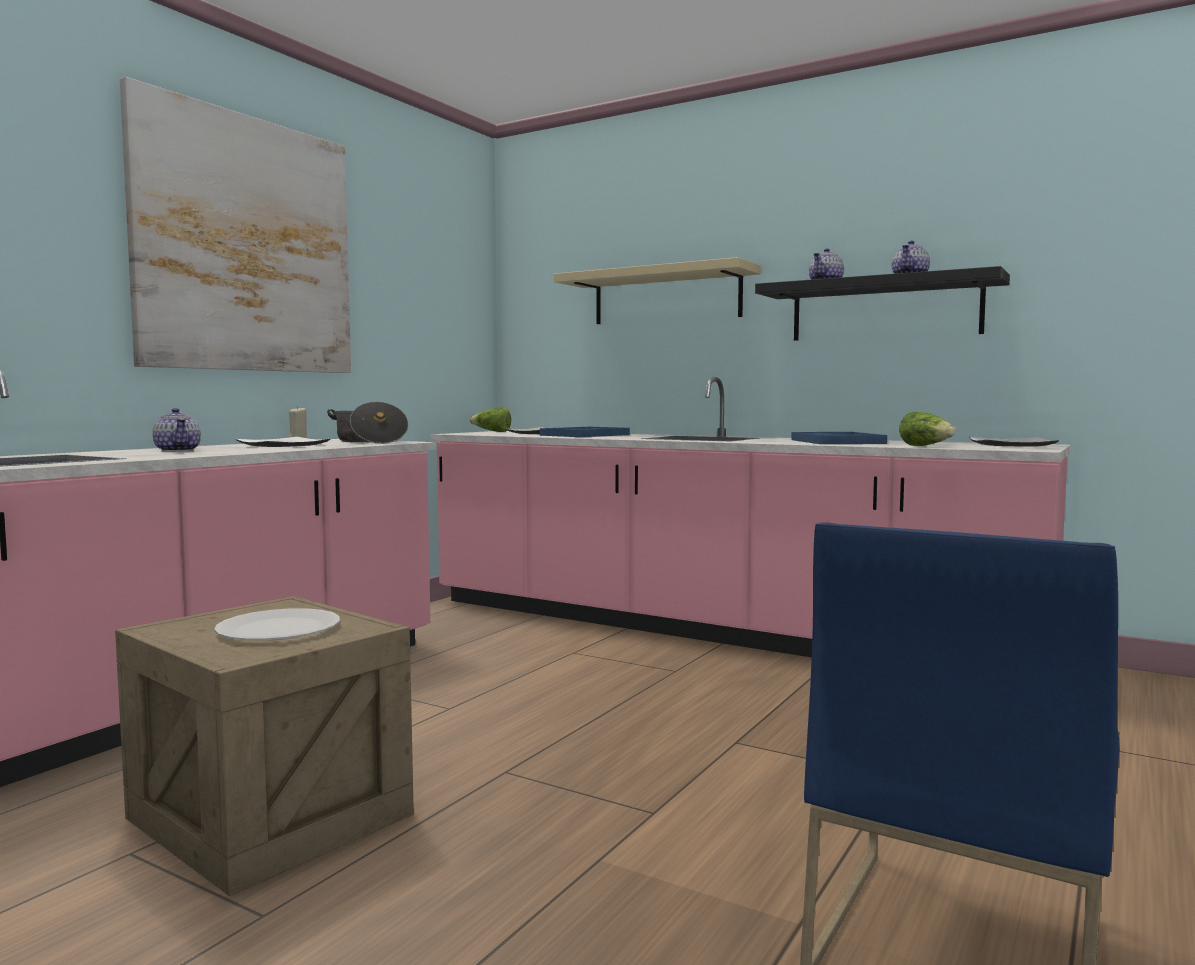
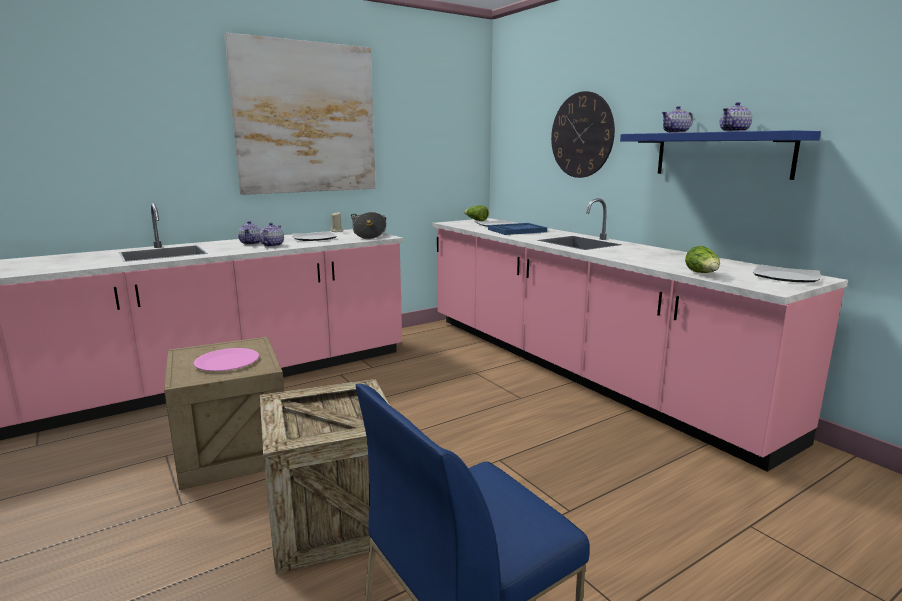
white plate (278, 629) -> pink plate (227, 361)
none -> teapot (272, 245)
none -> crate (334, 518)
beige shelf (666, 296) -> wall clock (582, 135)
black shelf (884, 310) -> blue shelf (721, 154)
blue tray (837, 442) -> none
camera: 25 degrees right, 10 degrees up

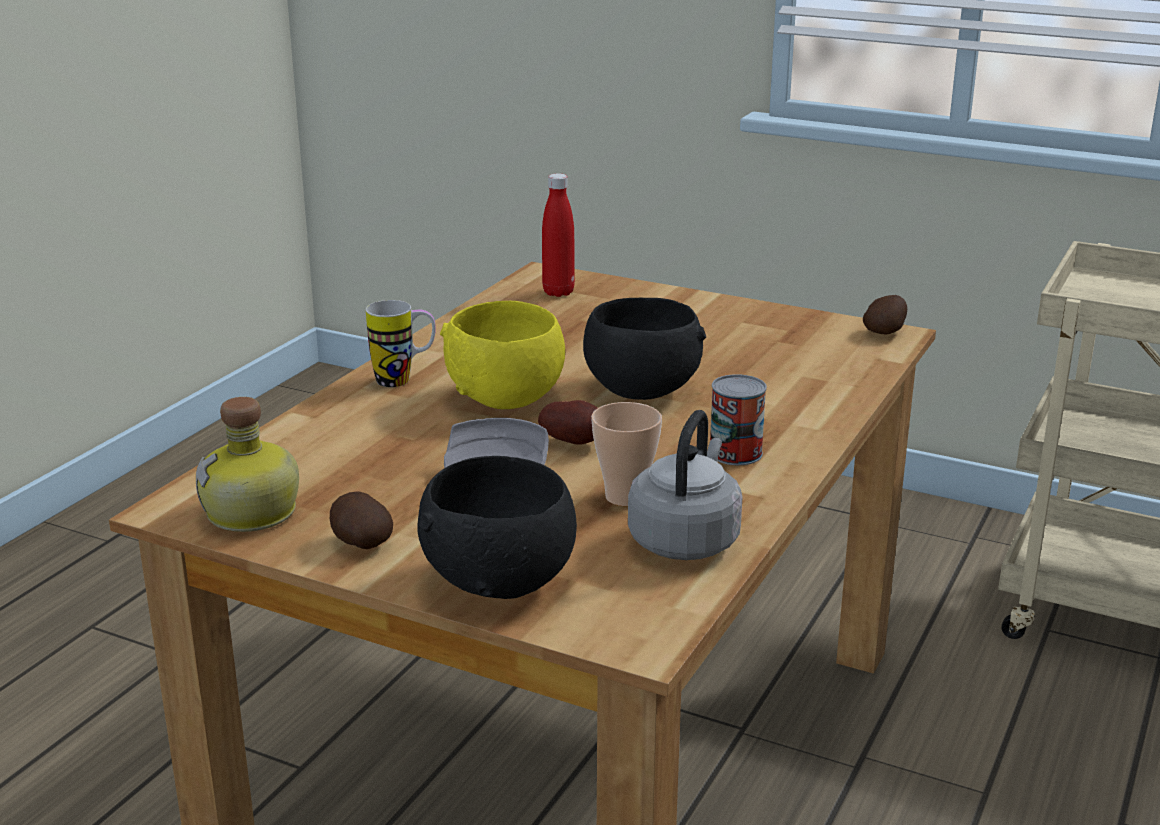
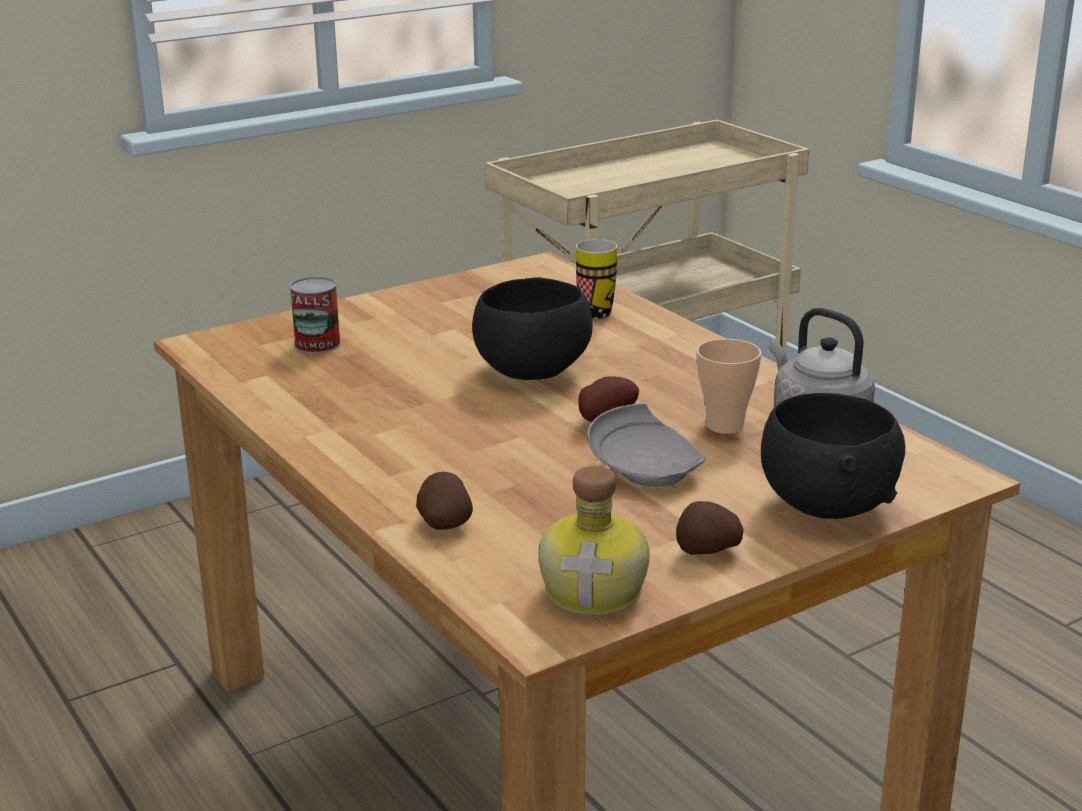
can (735, 453) -> can (317, 344), move
potato (885, 332) -> potato (443, 522), move
mug (404, 380) -> mug (599, 310), move
yellow bowl (507, 398) -> none
red bottle (558, 292) -> none
camera: 60 degrees left, 0 degrees up

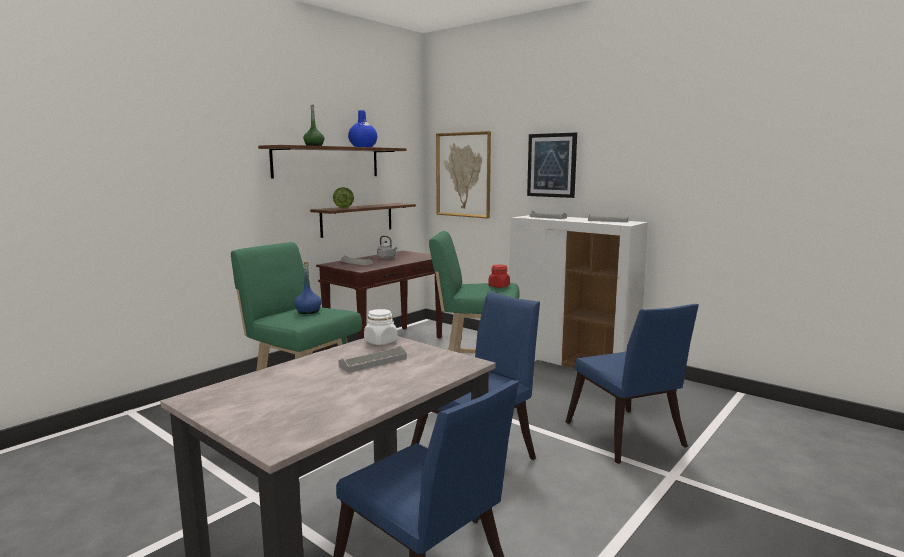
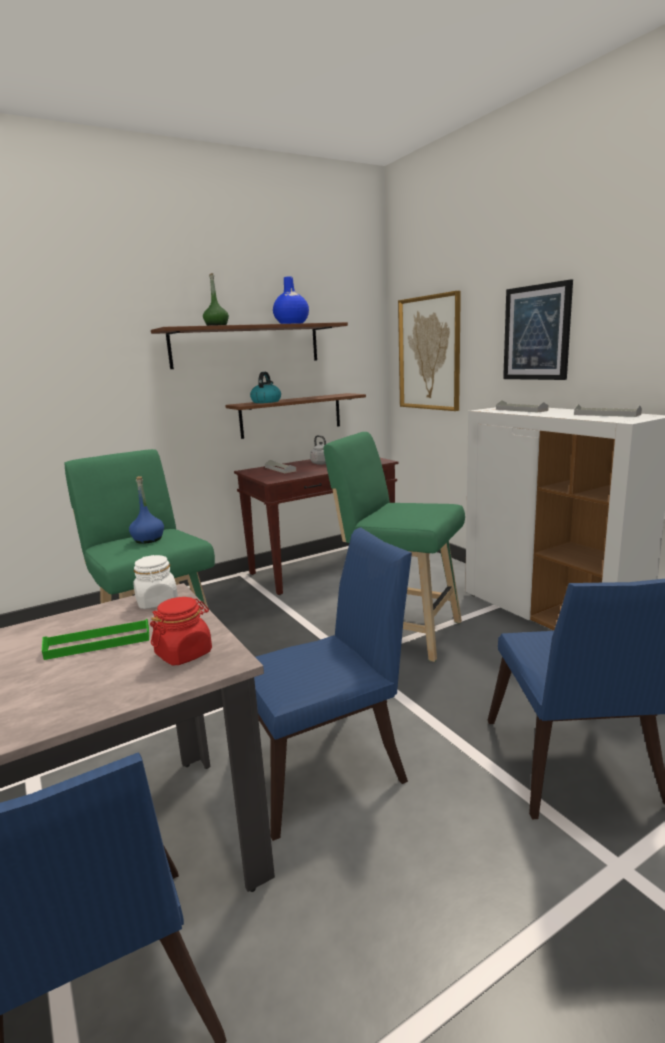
grey tray (373, 362) -> green tray (98, 643)
red jar (499, 286) -> red jar (184, 653), move
lettuce (343, 207) -> kettle (266, 402)
camera: 20 degrees right, 5 degrees up

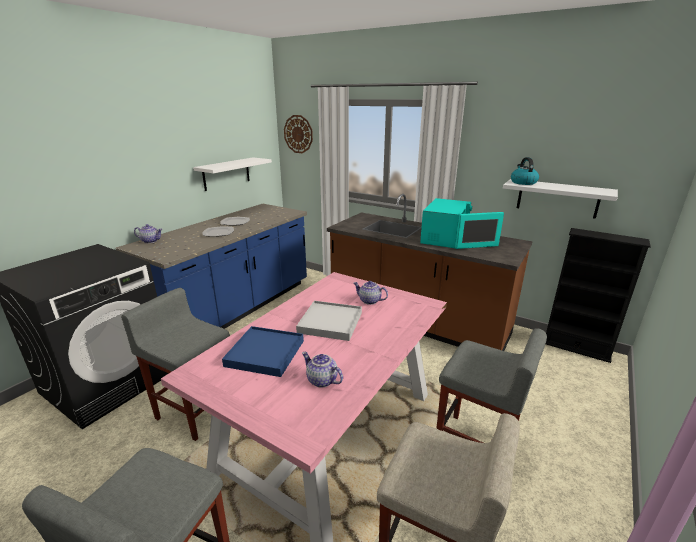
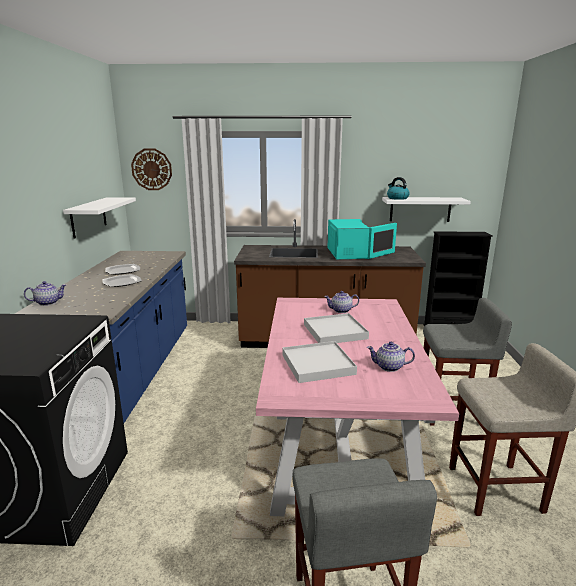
blue tray (265, 353) -> white tray (318, 364)
grey stool (196, 410) -> none
camera: 30 degrees left, 5 degrees down

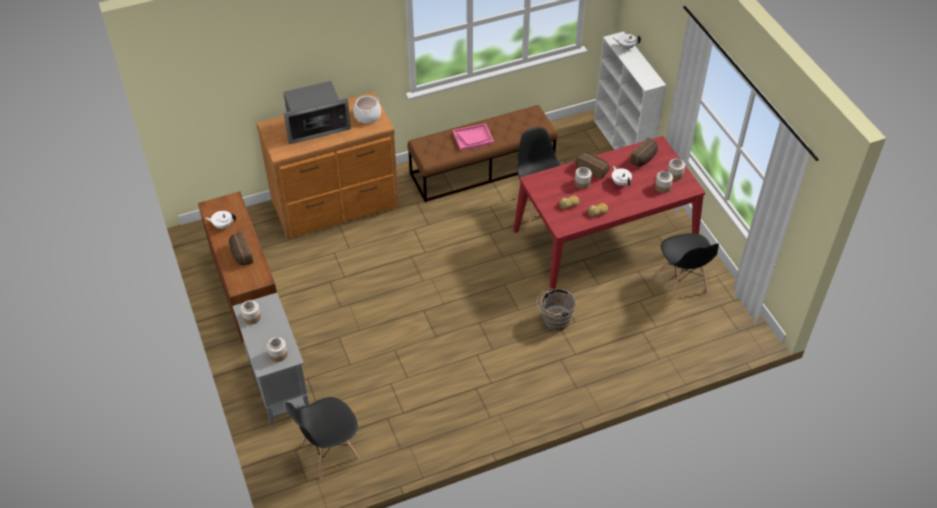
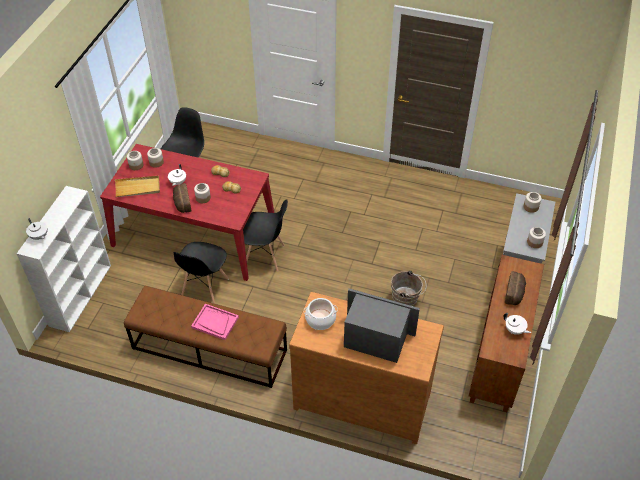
bread (644, 158) -> beige tray (137, 188)
black chair (329, 452) -> black chair (265, 256), move
brown bucket (554, 320) -> brown bucket (406, 300), move
camera: 140 degrees left, 0 degrees up

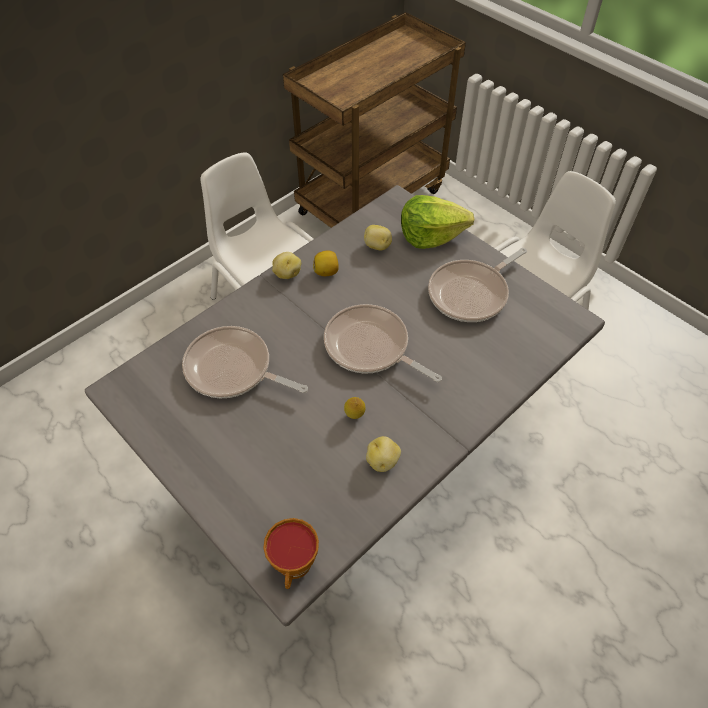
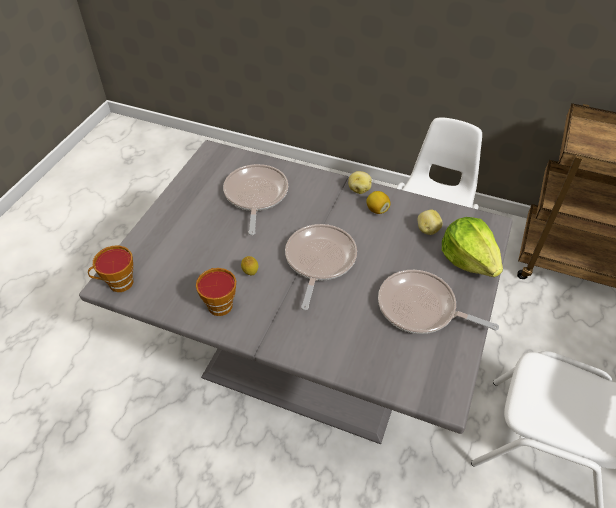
potato (383, 461) -> cup (219, 303)
camera: 65 degrees right, 5 degrees down

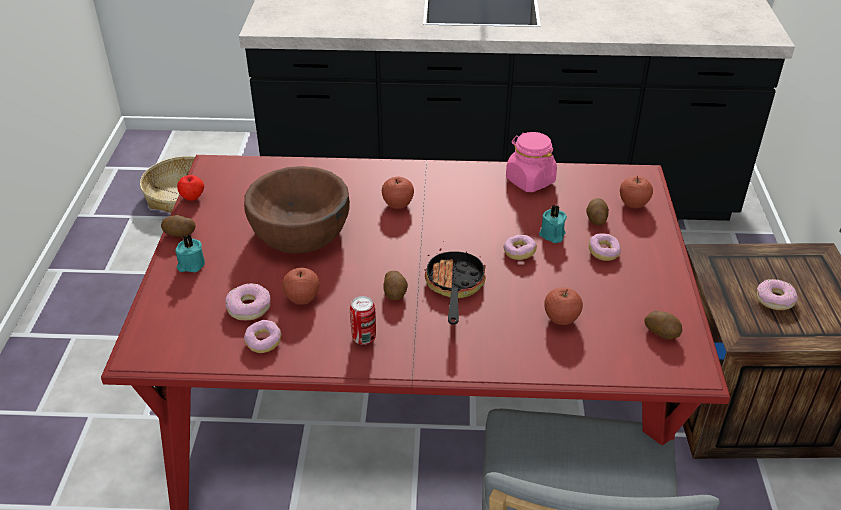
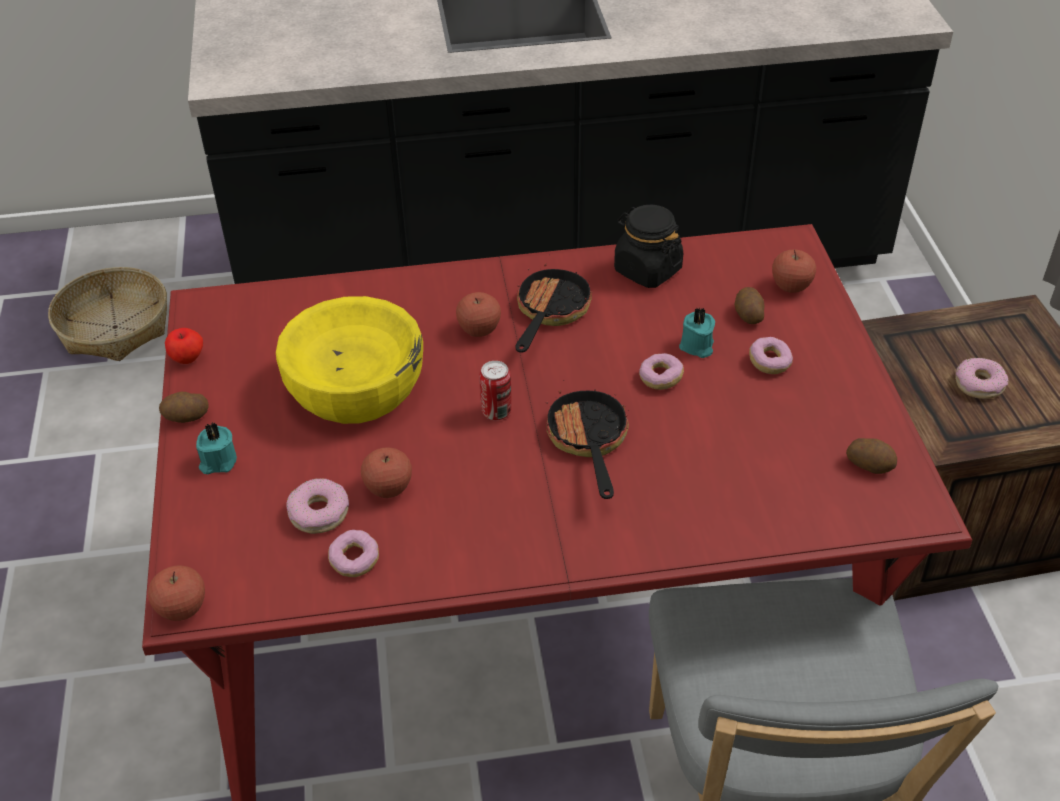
apple (561, 319) -> apple (182, 609), move
brown bowl (300, 230) -> yellow bowl (356, 387)
can (364, 338) -> can (496, 412), move
none -> frying pan (549, 313)
pink jar (530, 180) -> black jar (647, 270)
potato (395, 293) -> none
camera: 10 degrees left, 5 degrees up

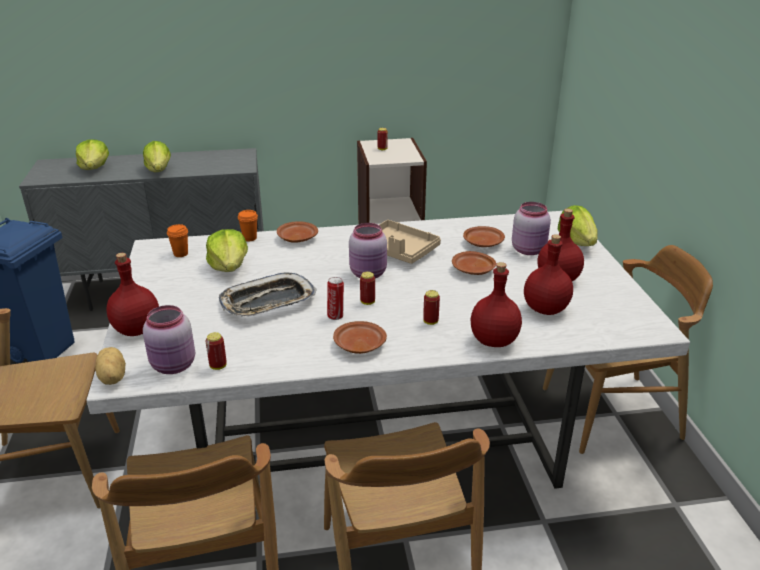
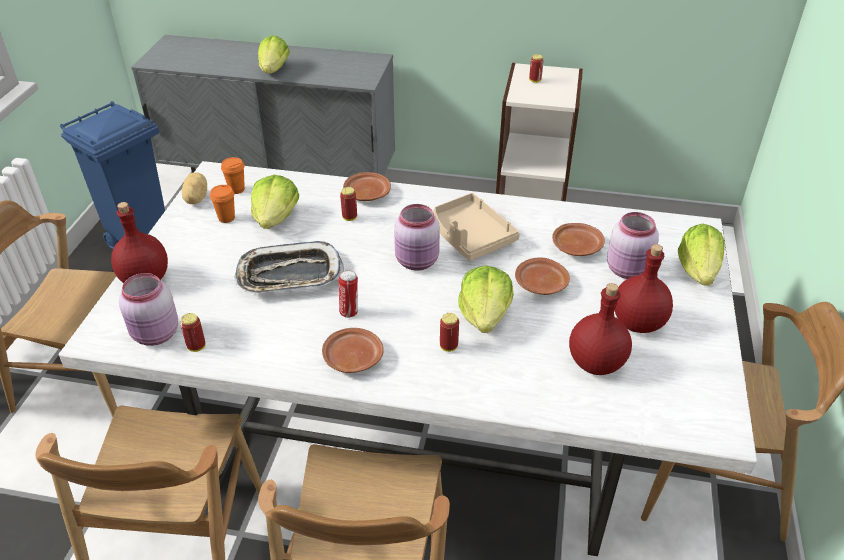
potato (111, 378) -> potato (195, 199), move
orange cup (249, 238) -> orange cup (226, 218), move
can (367, 302) -> can (349, 217), move
lettuce (94, 168) -> lettuce (485, 315), move
red bottle (493, 340) -> none
camera: 20 degrees right, 10 degrees up

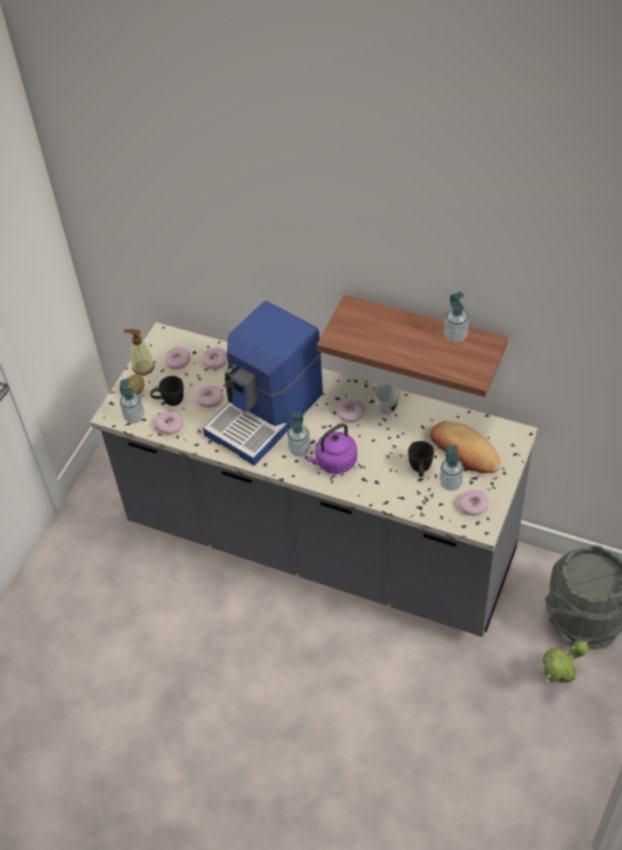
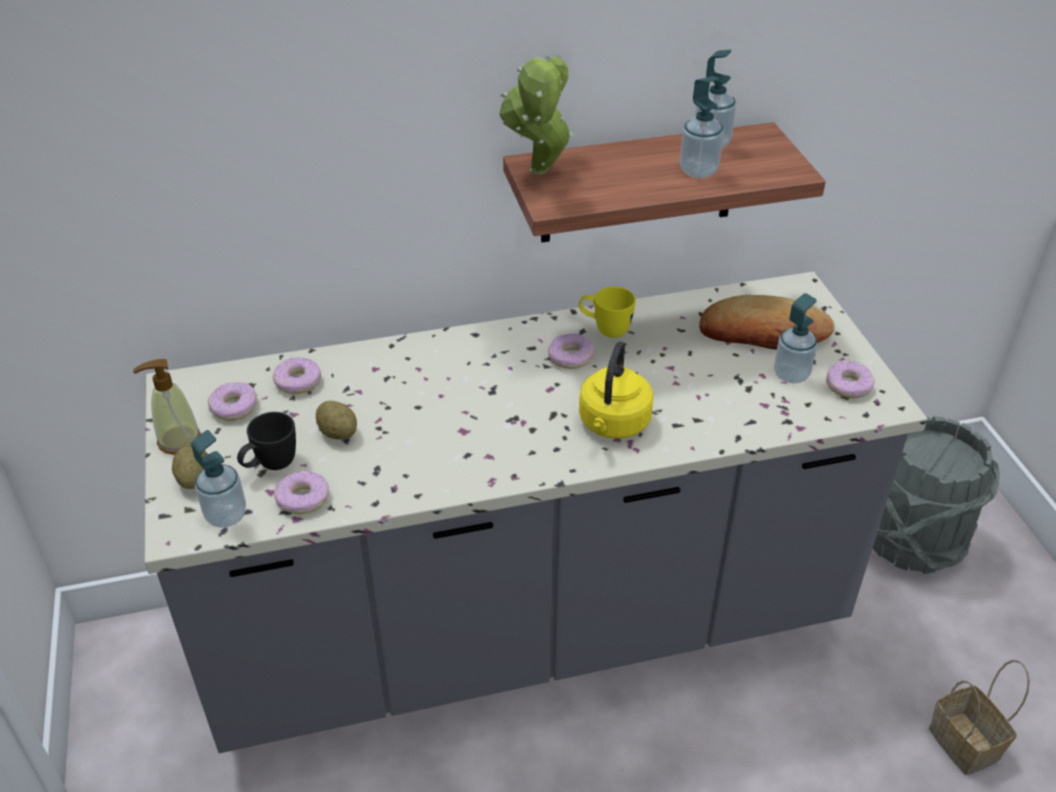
donut (210, 399) -> potato (338, 433)
potted plant (558, 681) -> potted plant (539, 174), move
white mug (383, 406) -> yellow mug (605, 330)
purple kettle (334, 462) -> yellow kettle (613, 424)
soap dispenser (299, 449) -> soap dispenser (698, 171), move
none -> basket (966, 744)
coffee machine (266, 414) -> none
black mug (420, 470) -> none
camera: 40 degrees left, 10 degrees down

